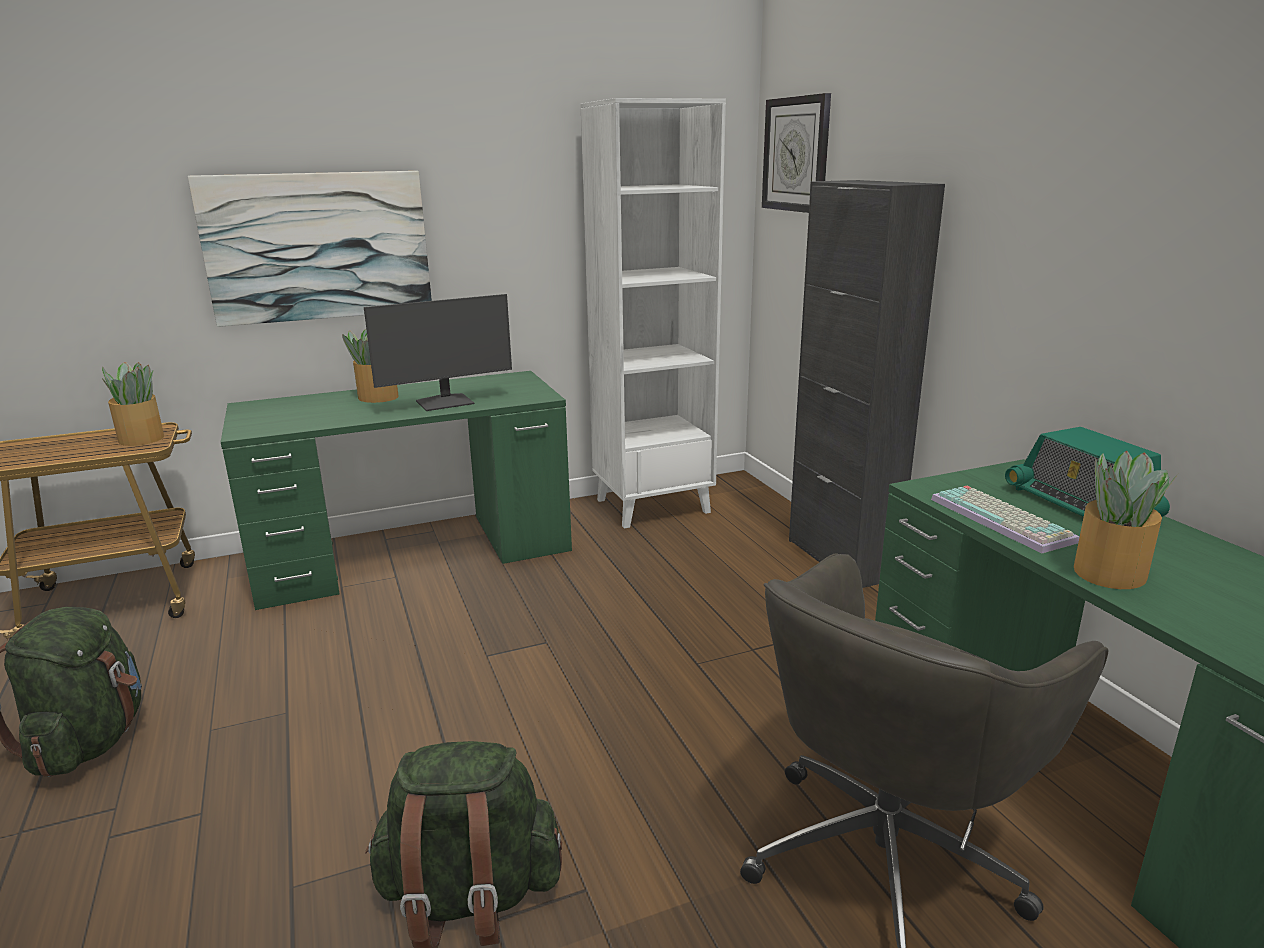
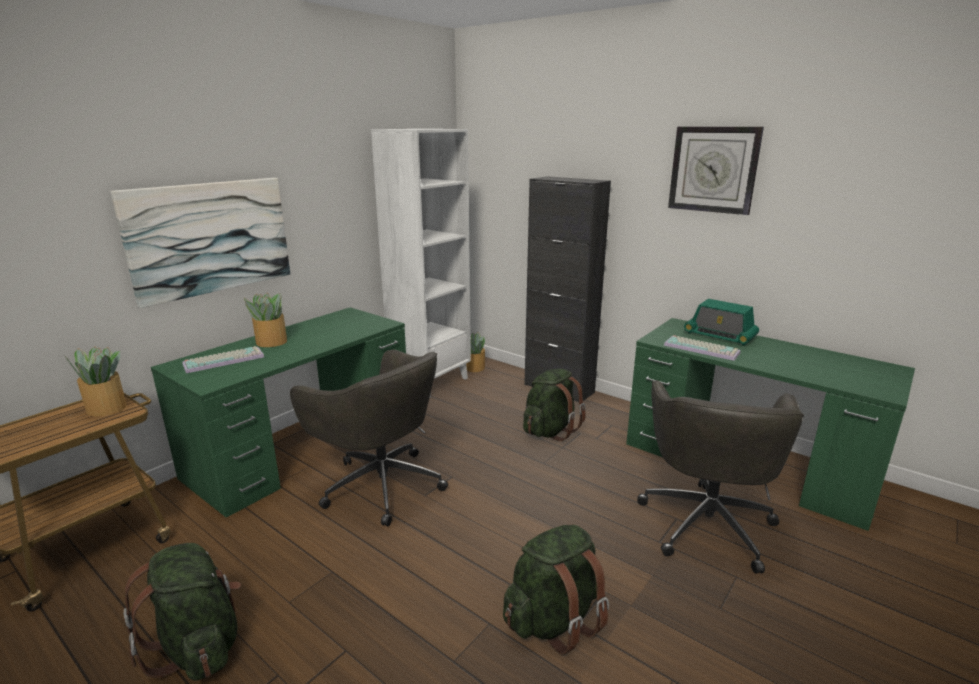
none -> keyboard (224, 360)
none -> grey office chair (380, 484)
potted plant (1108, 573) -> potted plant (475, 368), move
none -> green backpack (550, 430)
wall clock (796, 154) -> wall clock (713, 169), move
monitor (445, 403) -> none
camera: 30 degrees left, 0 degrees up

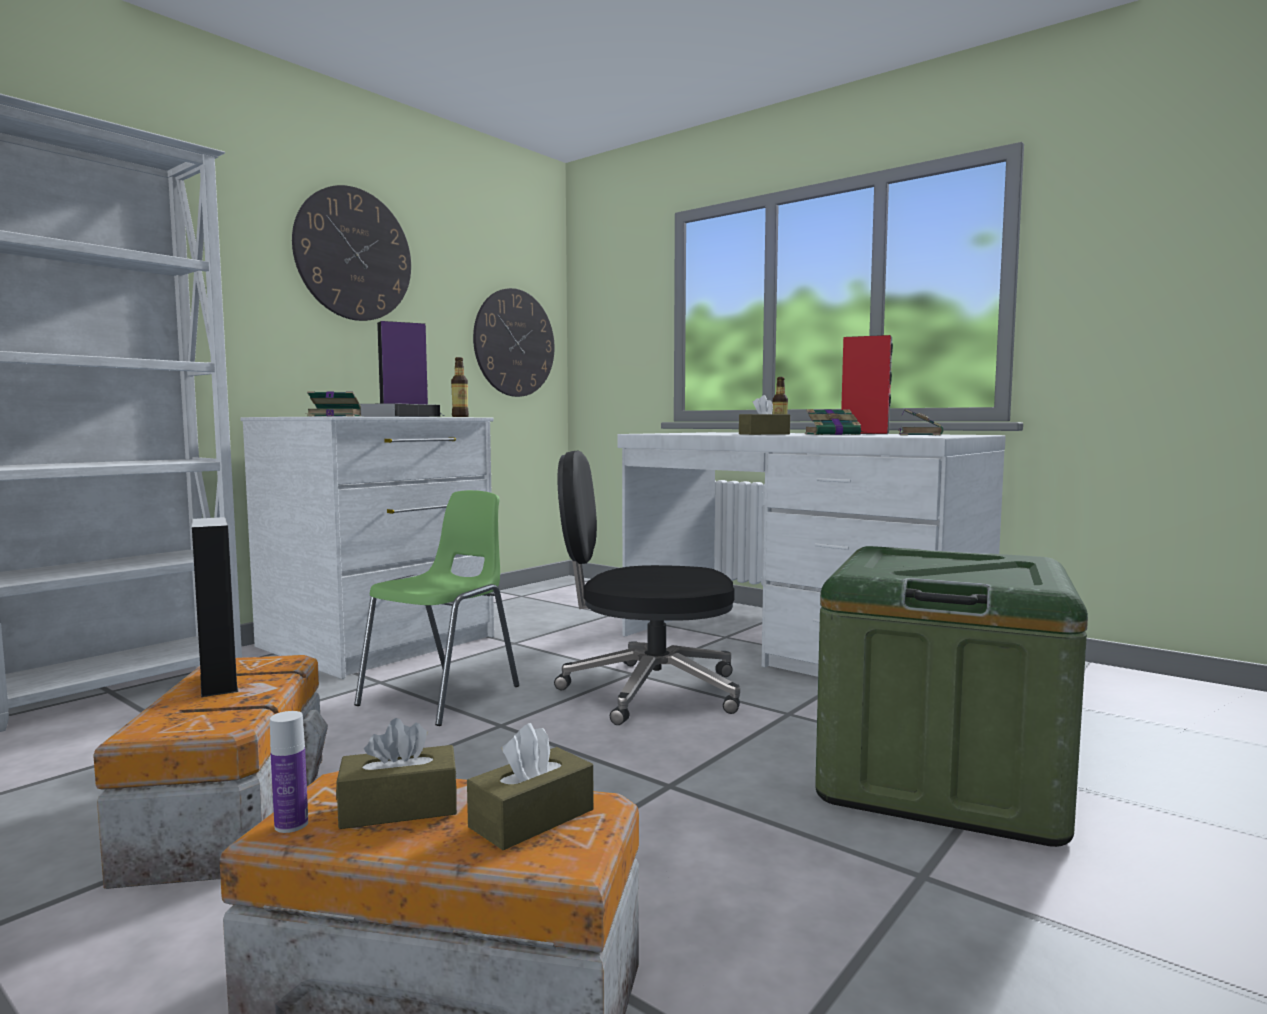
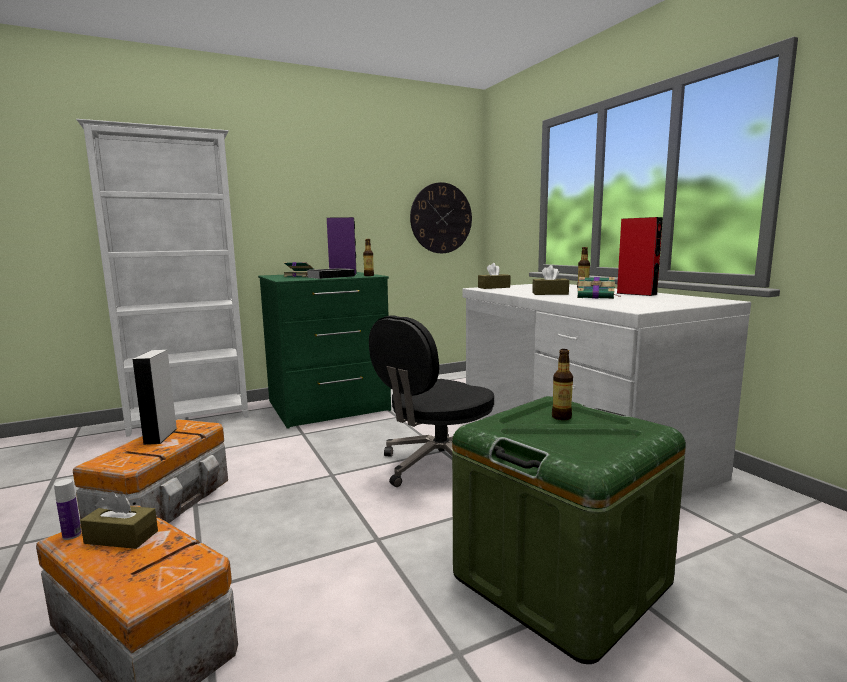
white dresser (379, 642) -> green dresser (328, 406)
black office chair (648, 691) -> black office chair (437, 466), 75 degrees counterclockwise
brown tissue box (532, 818) -> brown tissue box (494, 287), move
none -> bottle (561, 417)
wall clock (354, 254) -> none
green chair (443, 696) -> none
book (920, 435) -> none
camera: 25 degrees right, 5 degrees up

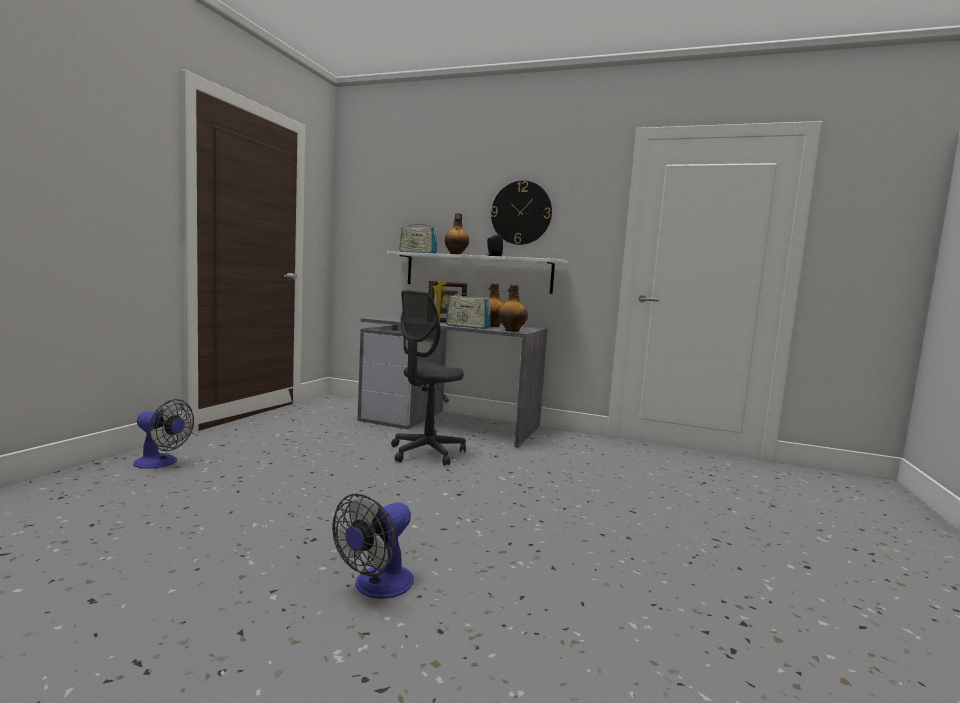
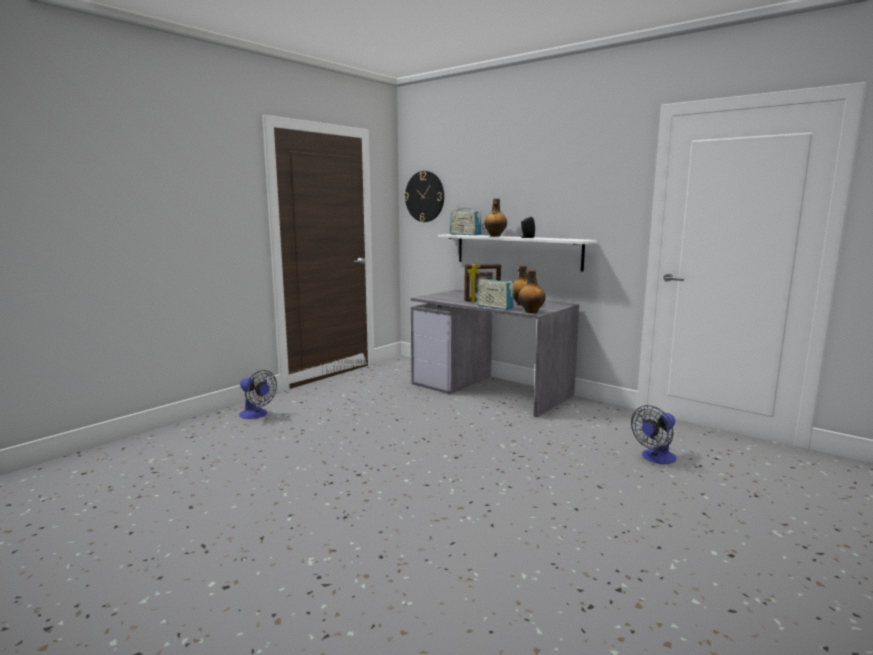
wall clock (521, 213) -> wall clock (424, 196), move
fan (377, 587) -> fan (655, 458), move
grey office chair (426, 453) -> none
camera: 20 degrees right, 5 degrees up

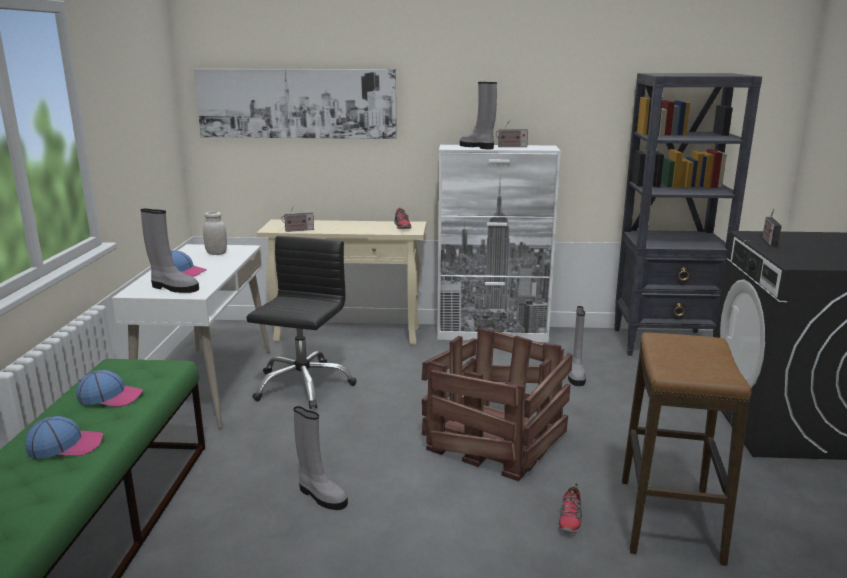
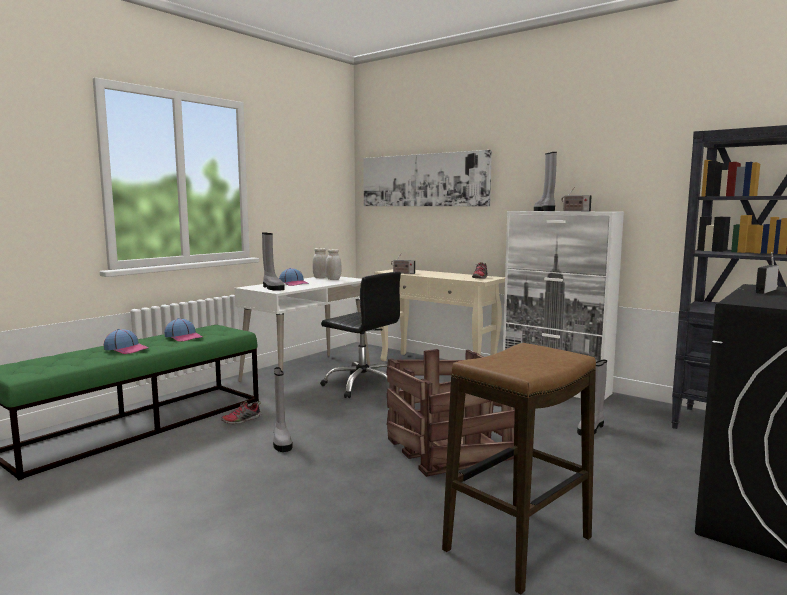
shoe (570, 519) -> shoe (241, 420), move
none -> white jar (320, 277)
black office chair (302, 385) -> black office chair (363, 385), 75 degrees clockwise
camera: 35 degrees right, 10 degrees down

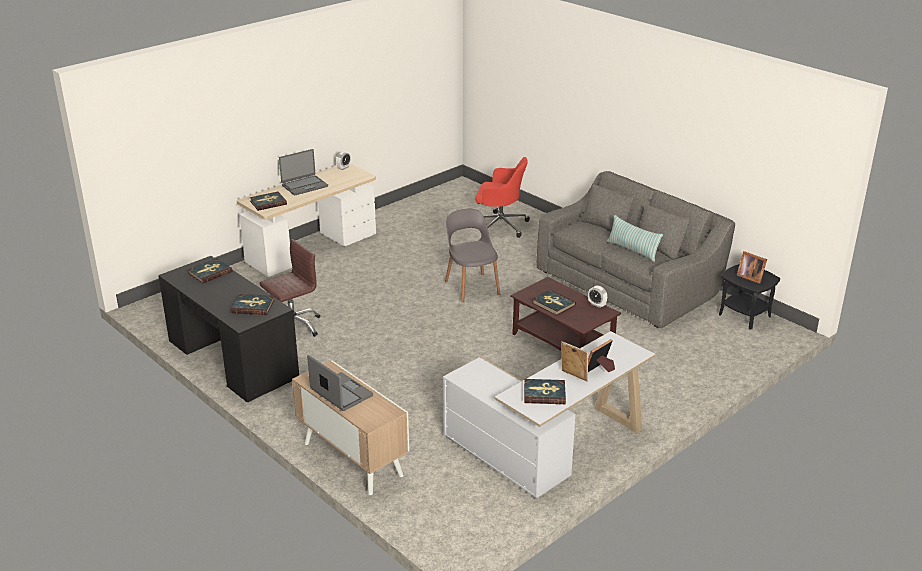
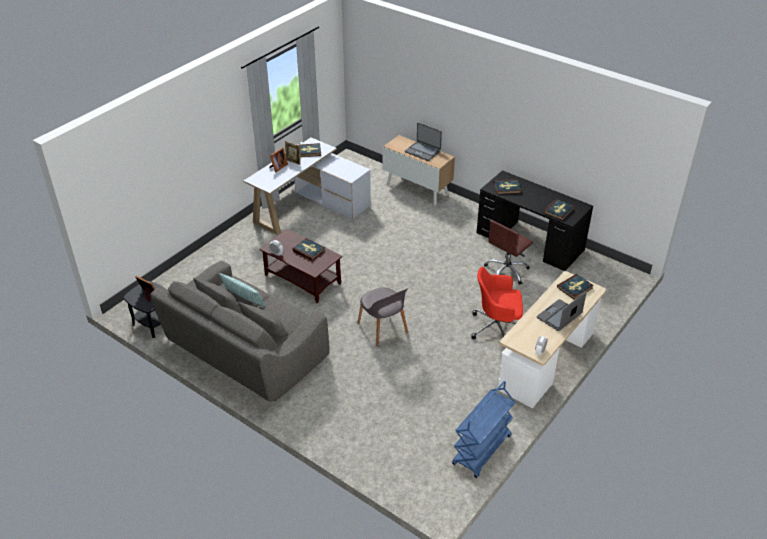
none -> blue cart (482, 451)
red office chair (500, 225) -> red office chair (496, 328), move
camera: 170 degrees right, 10 degrees up

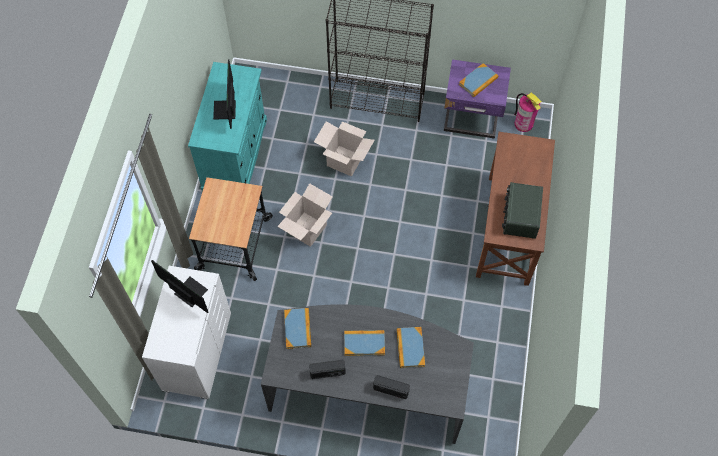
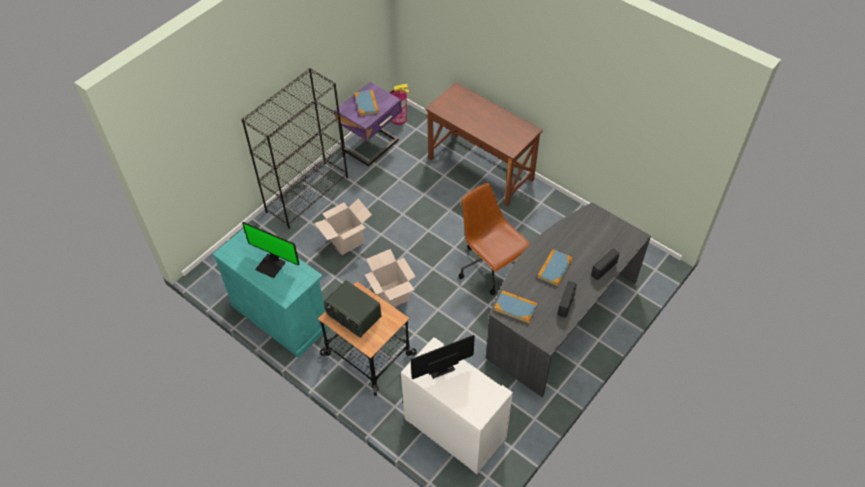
radio (520, 216) -> radio (353, 316), move
none -> brown office chair (491, 268)
book (410, 348) -> none
camera: 60 degrees left, 10 degrees down

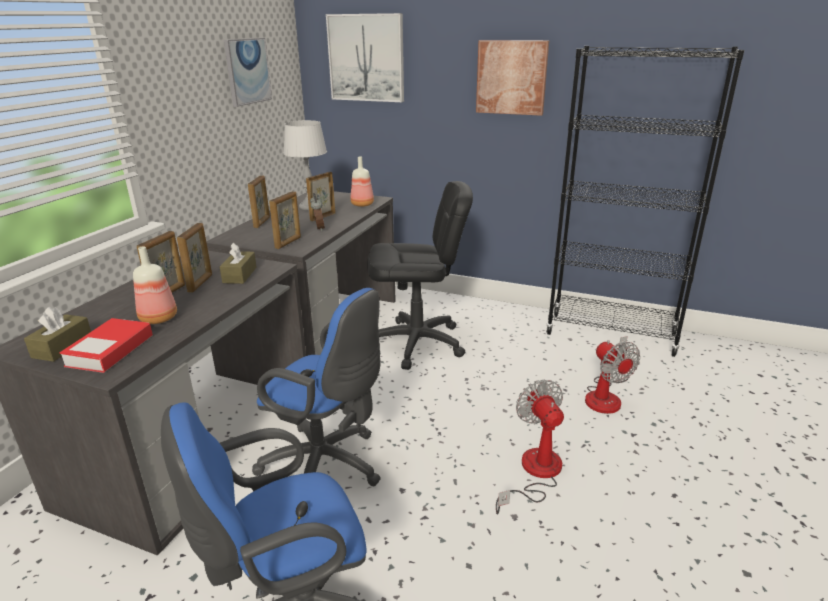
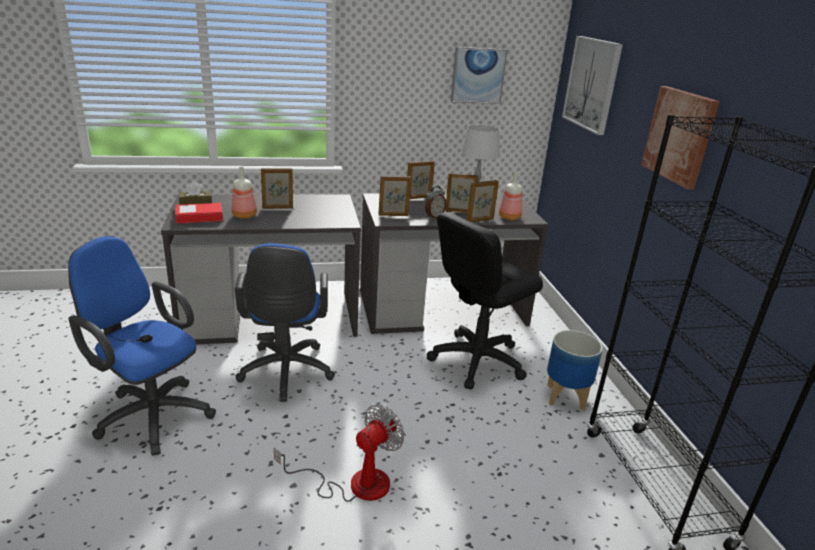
black office chair (417, 343) -> black office chair (477, 360), 90 degrees clockwise
picture frame (201, 283) -> picture frame (480, 220), move
none -> planter (566, 397)
brown tissue box (240, 275) -> none
fan (606, 396) -> none
camera: 55 degrees right, 0 degrees up

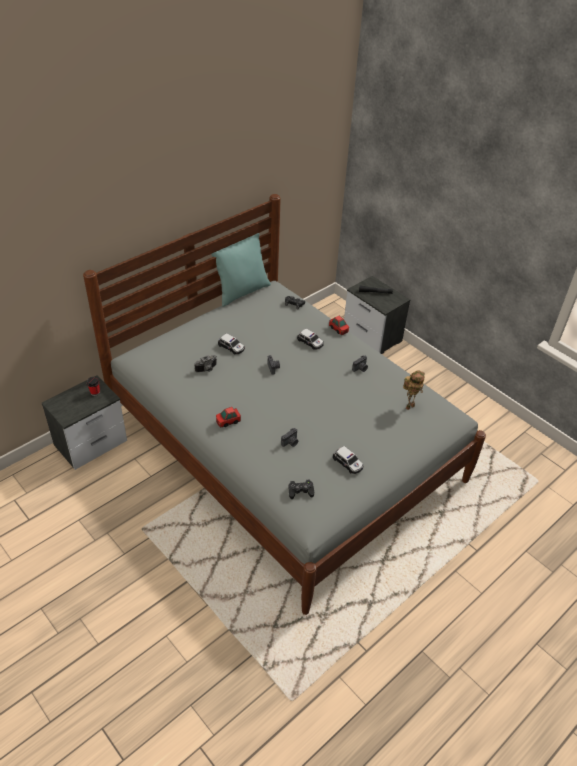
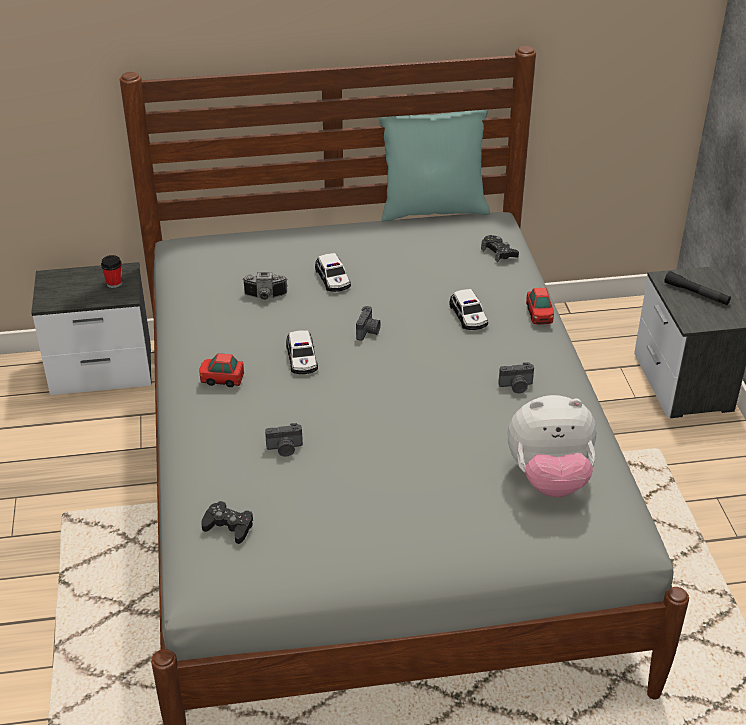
toy car (348, 463) -> toy car (302, 359), move
toy robot (409, 406) -> plush toy (549, 479)
camera: 35 degrees right, 5 degrees down

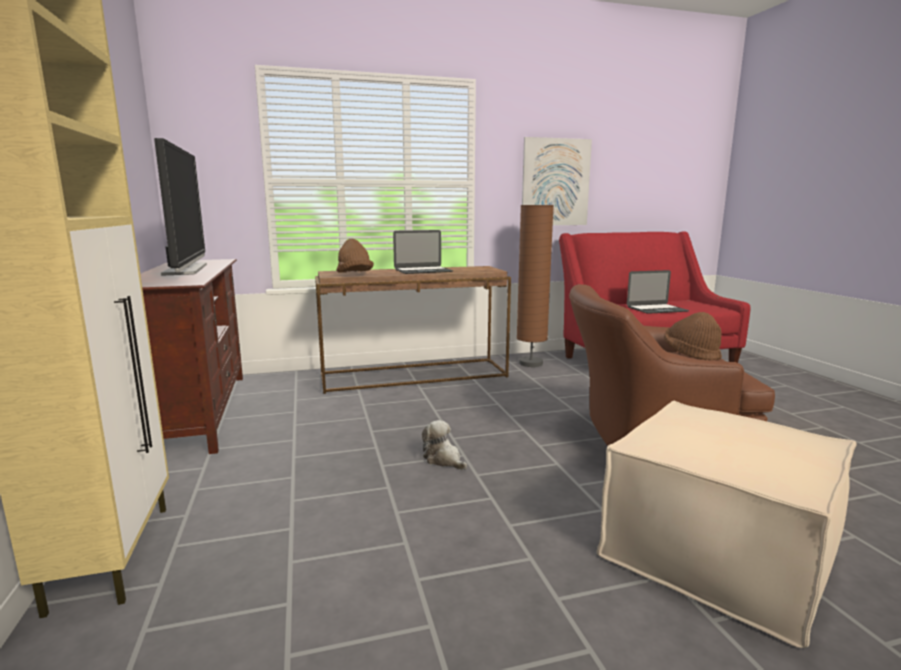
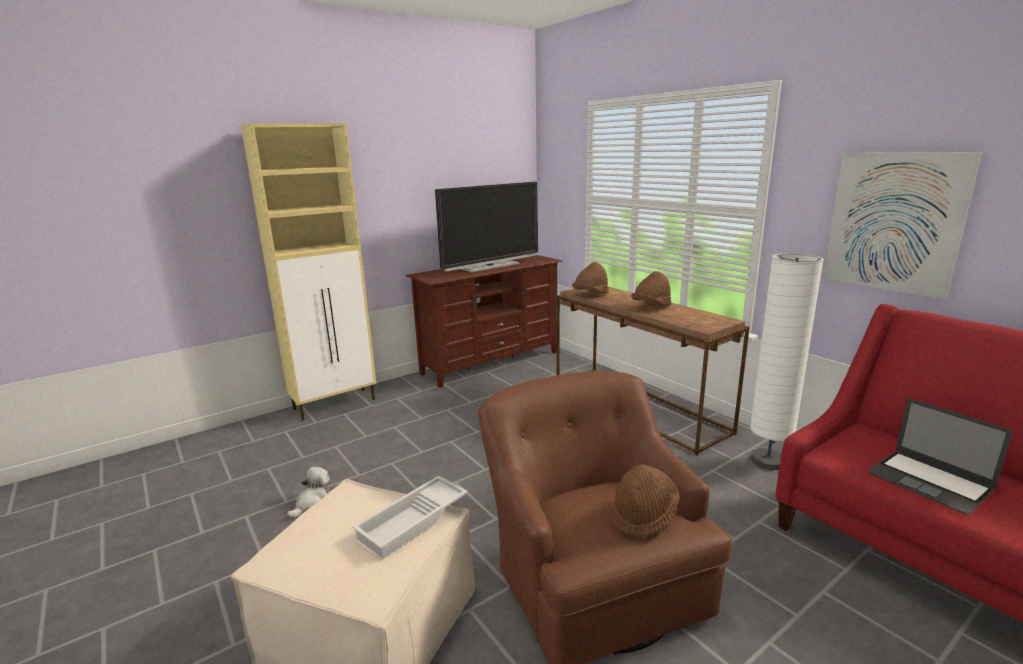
plush toy (443, 460) -> plush toy (312, 503), move
none -> white tray (413, 522)
laptop (423, 270) -> brown hat (651, 306)
brown floor lamp (531, 363) -> white floor lamp (768, 461)
camera: 70 degrees right, 5 degrees up

